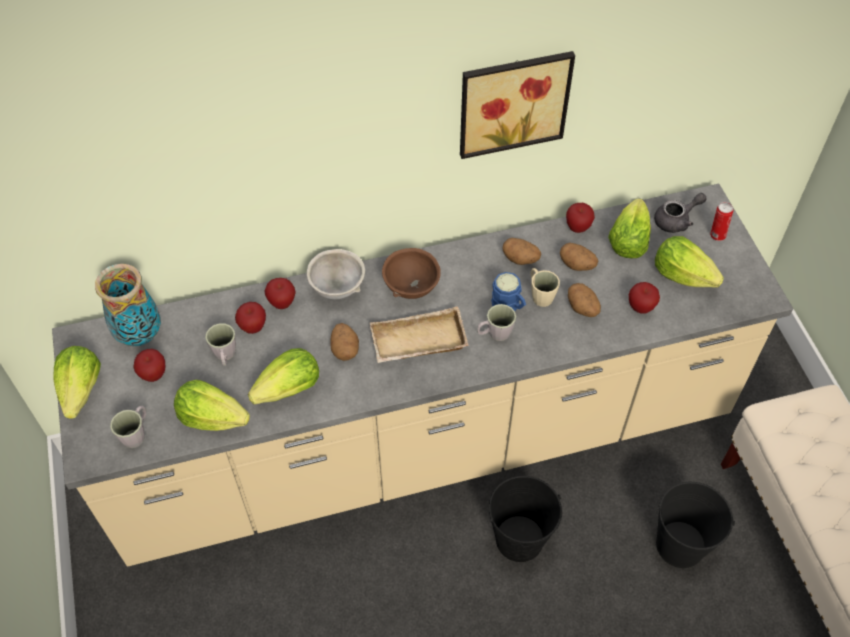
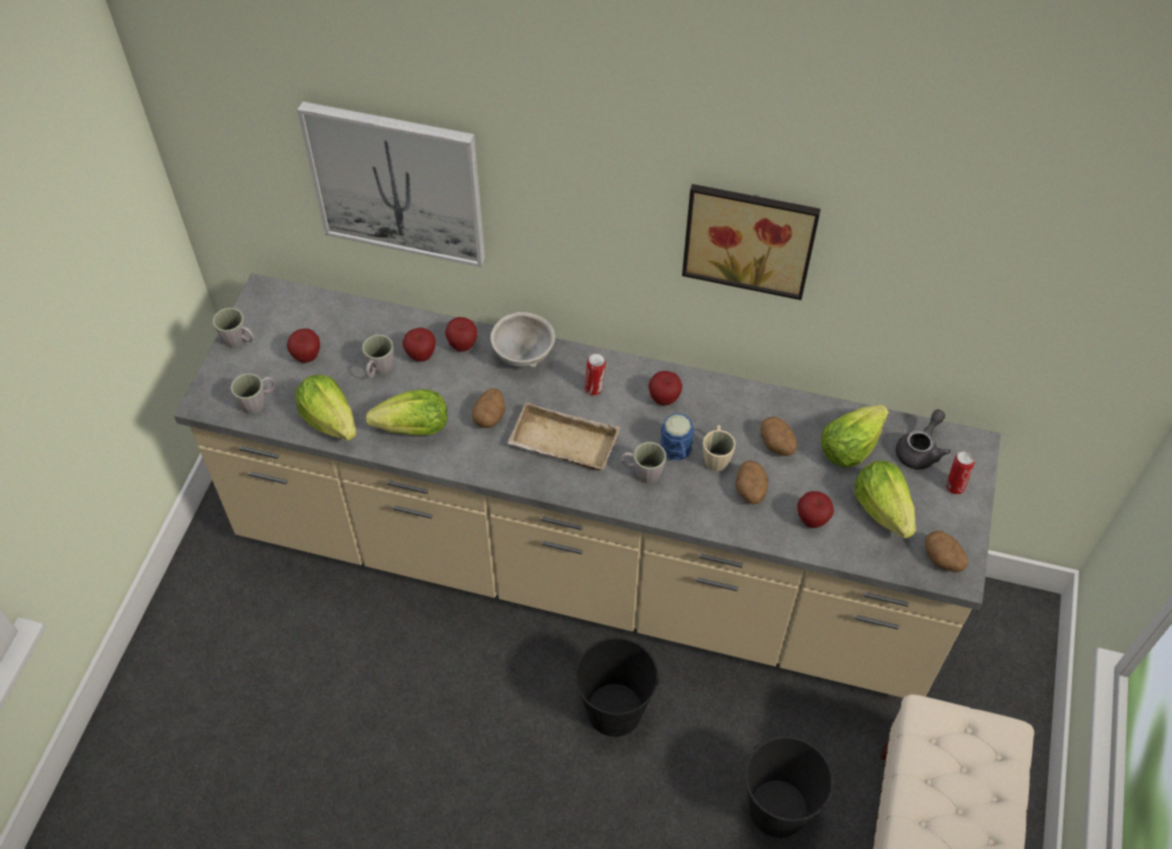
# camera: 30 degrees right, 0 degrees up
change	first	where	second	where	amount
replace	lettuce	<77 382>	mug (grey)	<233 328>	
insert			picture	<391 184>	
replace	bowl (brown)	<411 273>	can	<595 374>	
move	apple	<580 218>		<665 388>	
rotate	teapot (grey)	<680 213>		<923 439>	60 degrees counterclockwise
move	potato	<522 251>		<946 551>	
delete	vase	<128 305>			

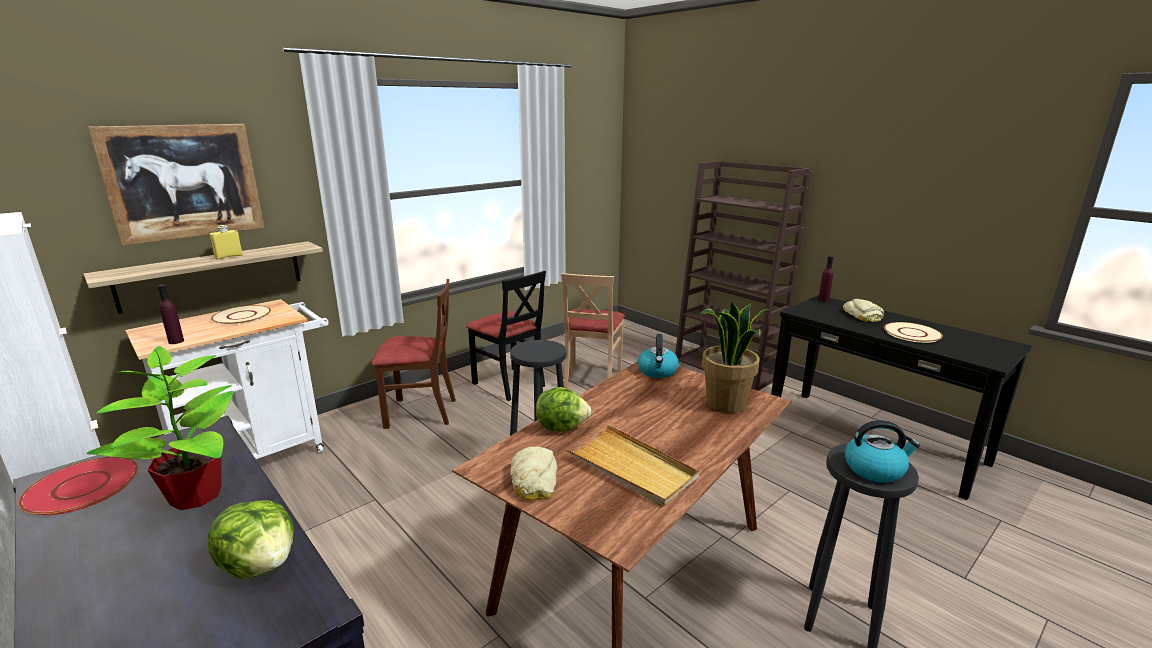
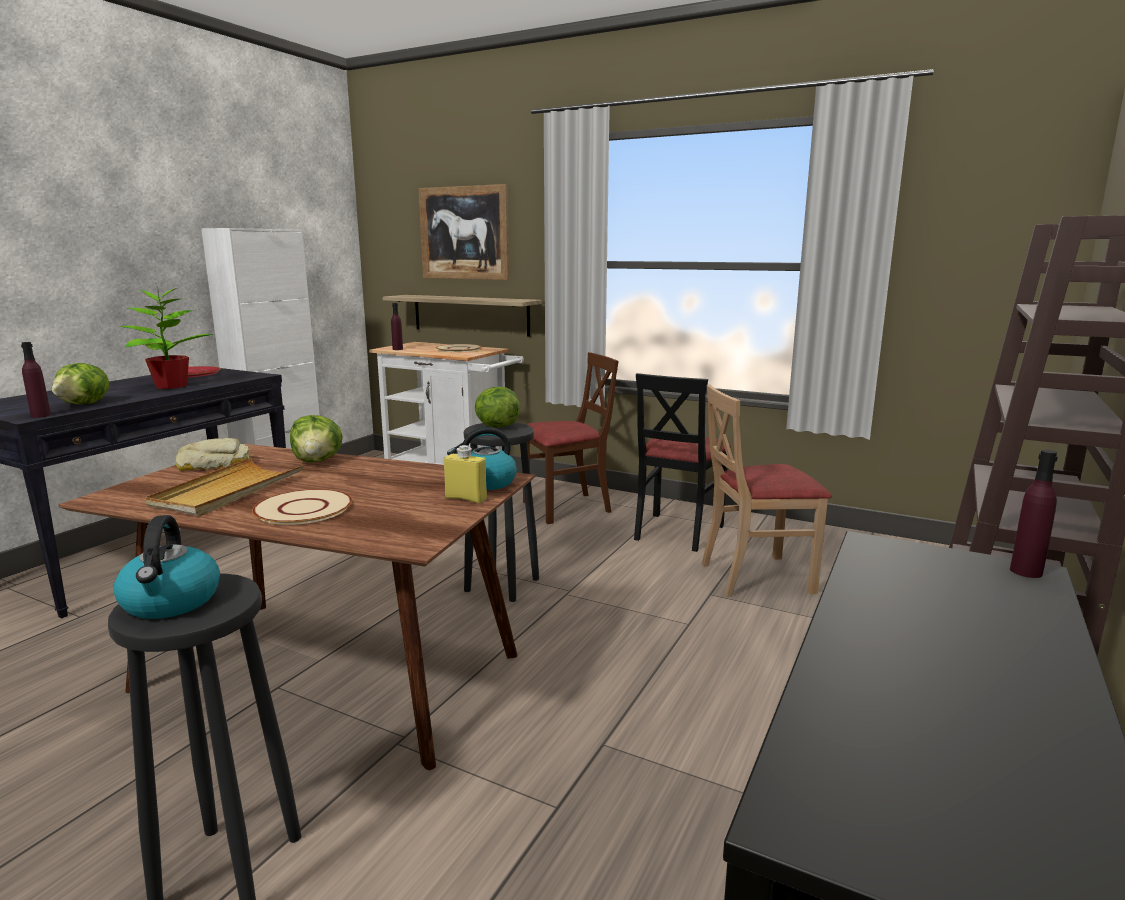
# camera: 70 degrees right, 5 degrees down
change	first	where	second	where	amount
insert			bottle (purple)	<36 380>	
move	plate (beige)	<913 332>		<302 507>	
move	bottle (yellow)	<226 242>		<465 474>	
insert			lettuce	<497 407>	
rotate	chair (brown)	<414 354>		<570 438>	90 degrees counterclockwise
delete	potted plant	<734 357>			
delete	bread	<863 310>			

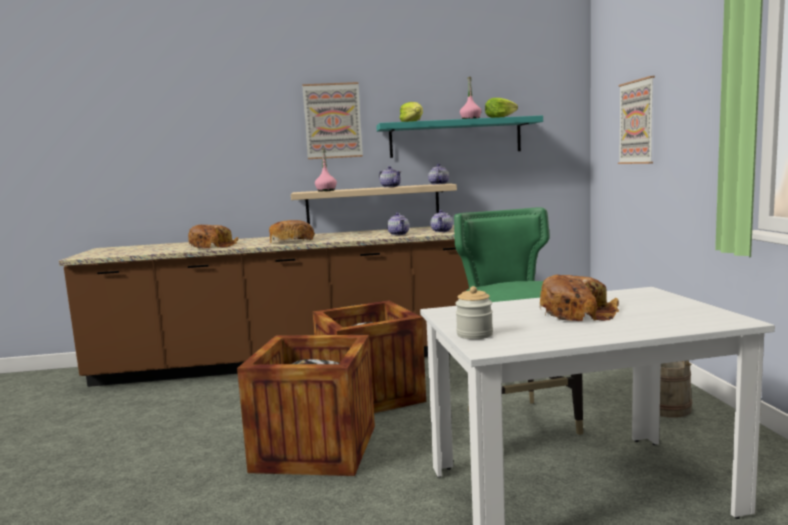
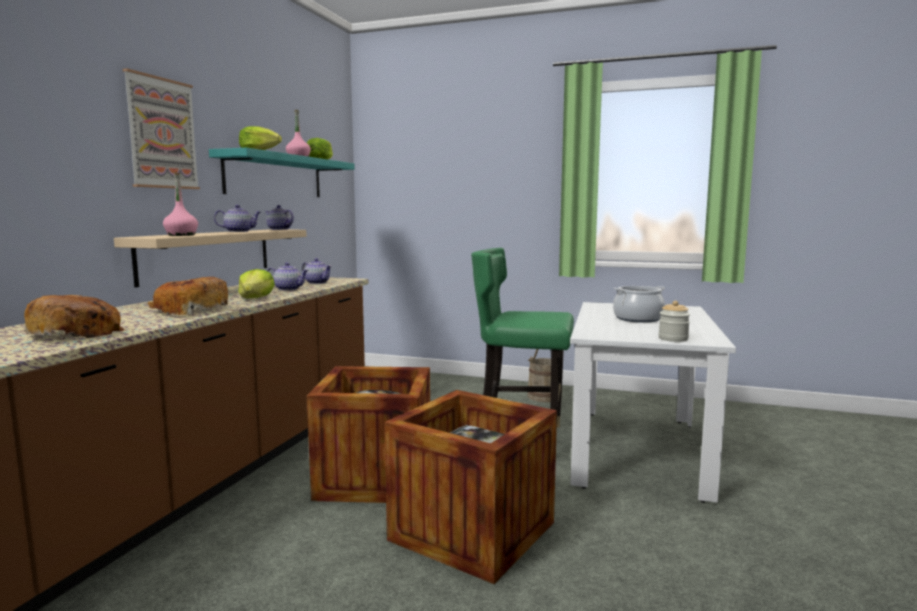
# camera: 65 degrees left, 0 degrees up
change	first	where	second	where	amount
insert			lettuce	<256 284>	
replace	bread	<579 298>	cooking pot	<639 304>	
delete	picture	<636 120>			

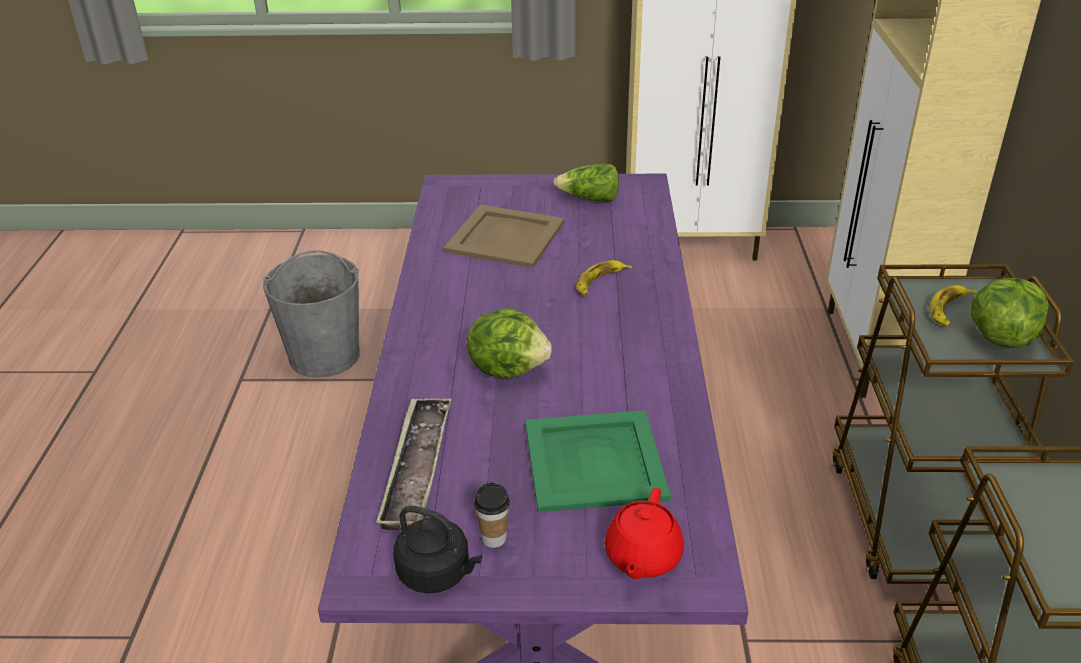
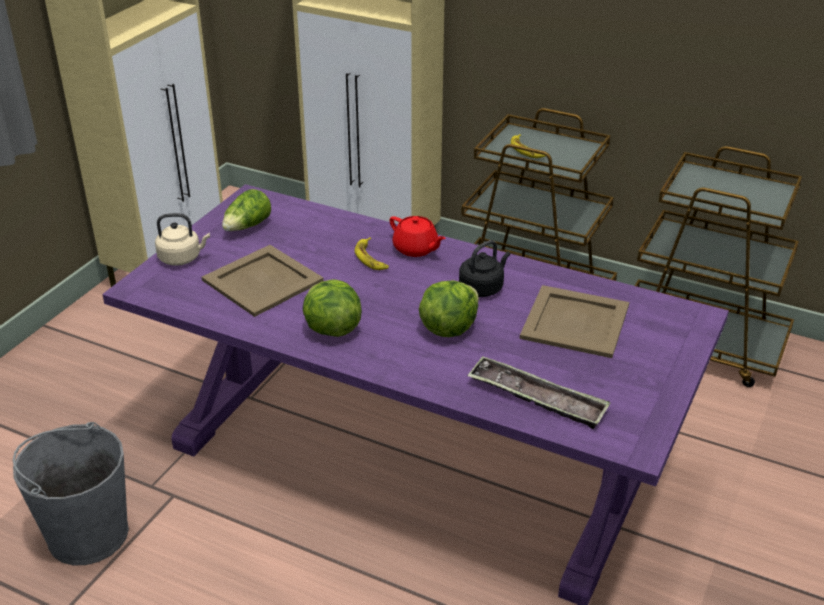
# camera: 65 degrees left, 0 degrees up
change	first	where	second	where	amount
insert			kettle (beige)	<182 239>	
move	lettuce	<1010 313>		<332 308>	
move	teapot (red)	<644 533>		<417 236>	
move	kettle (black)	<438 549>		<484 268>	
recolor	tray (green)	<598 461>	tray (beige)	<574 321>	
delete	cup	<492 515>			

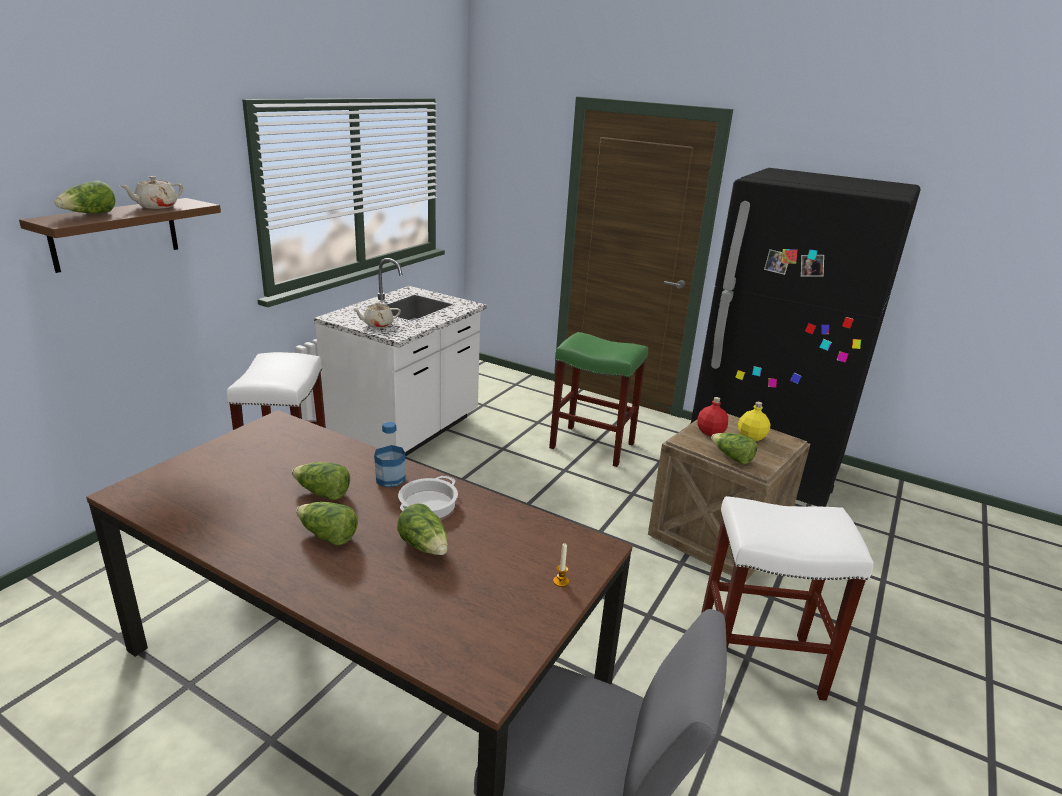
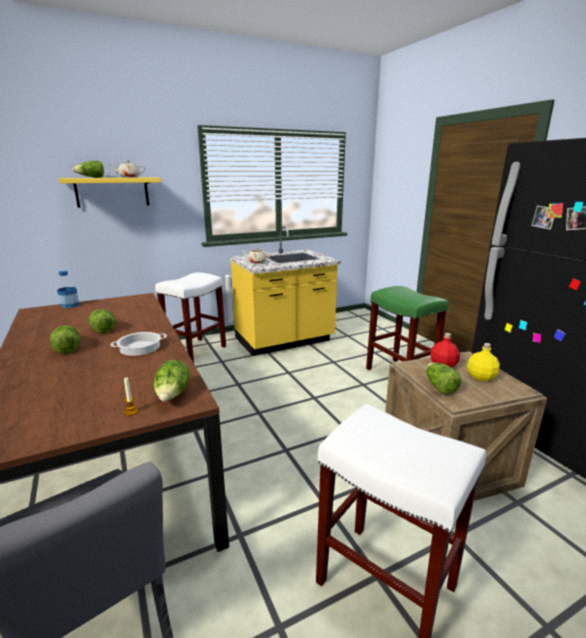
# camera: 35 degrees right, 5 degrees down
change	first	where	second	where	amount
move	bottle	<389 454>		<68 289>	
recolor	shelf (brown)	<120 235>	shelf (yellow)	<110 193>	
move	lettuce	<422 529>		<171 381>	
recolor	counter (white)	<400 357>	counter (yellow)	<285 291>	

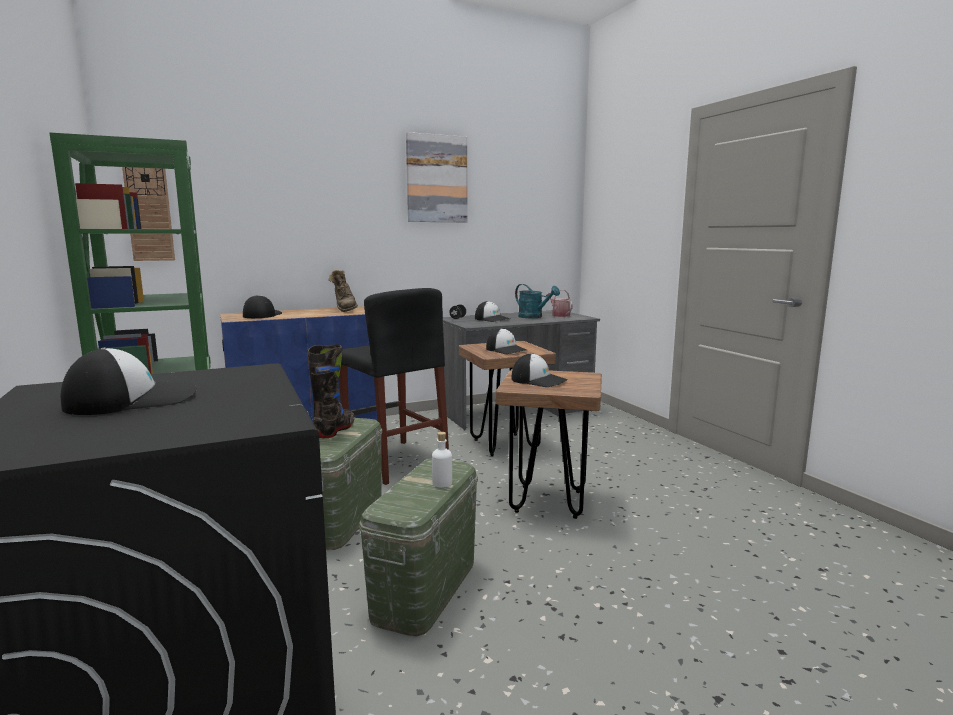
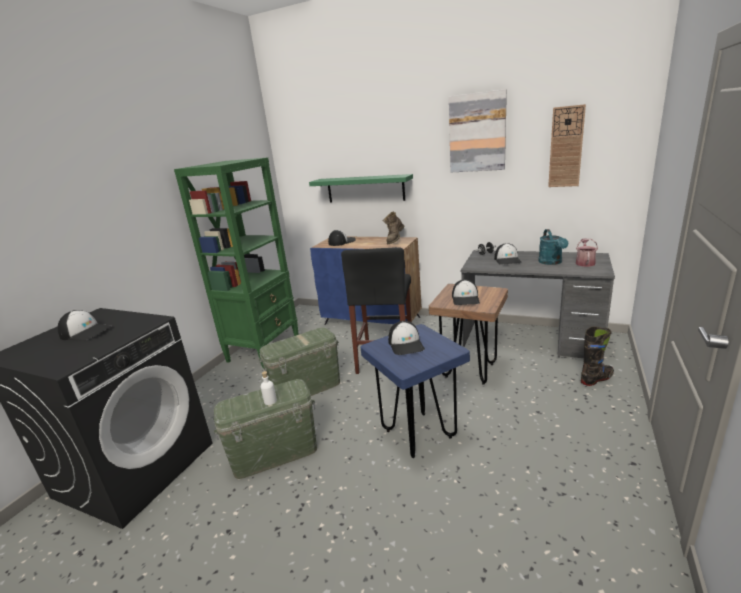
# camera: 50 degrees right, 10 degrees up
change	first	where	second	where	amount
insert			shelf (green)	<361 188>	
recolor	stool (brown)	<549 444>	stool (blue)	<415 391>	
move	wall clock	<148 214>		<567 145>	
move	boot (black)	<331 391>		<597 356>	

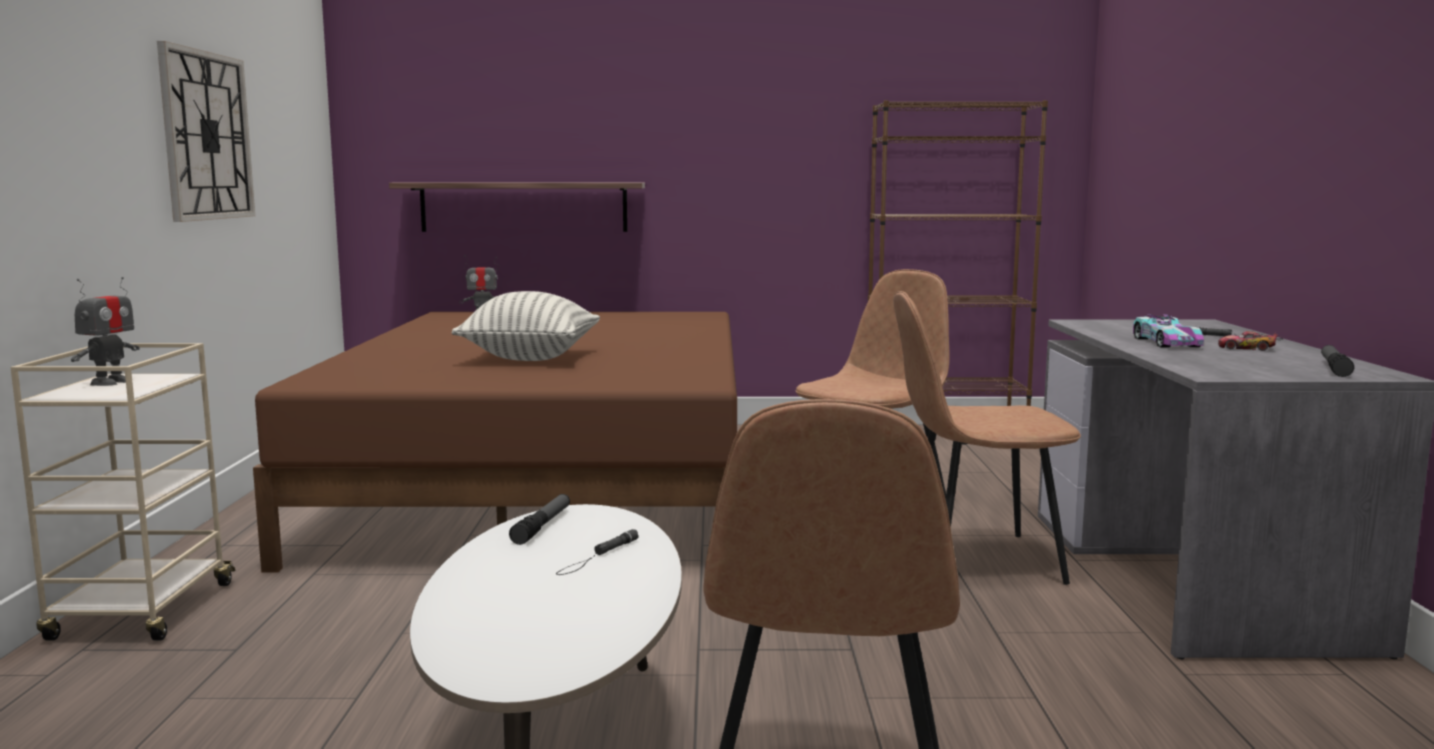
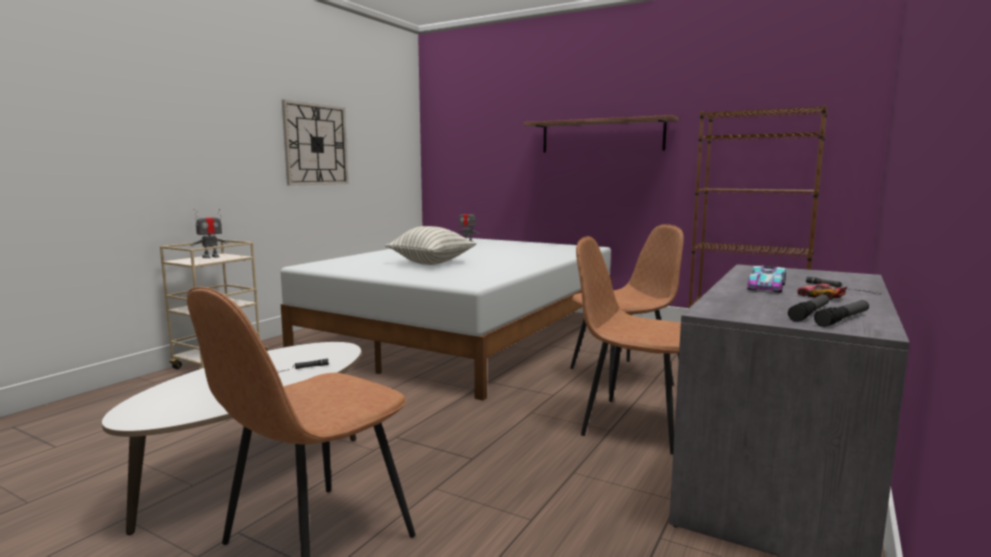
# camera: 30 degrees right, 0 degrees up
change	first	where	second	where	amount
recolor	bed (brown)	<495 442>	bed (white)	<446 319>	
move	shelf	<517 207>		<601 134>	
move	flashlight	<539 519>		<808 308>	

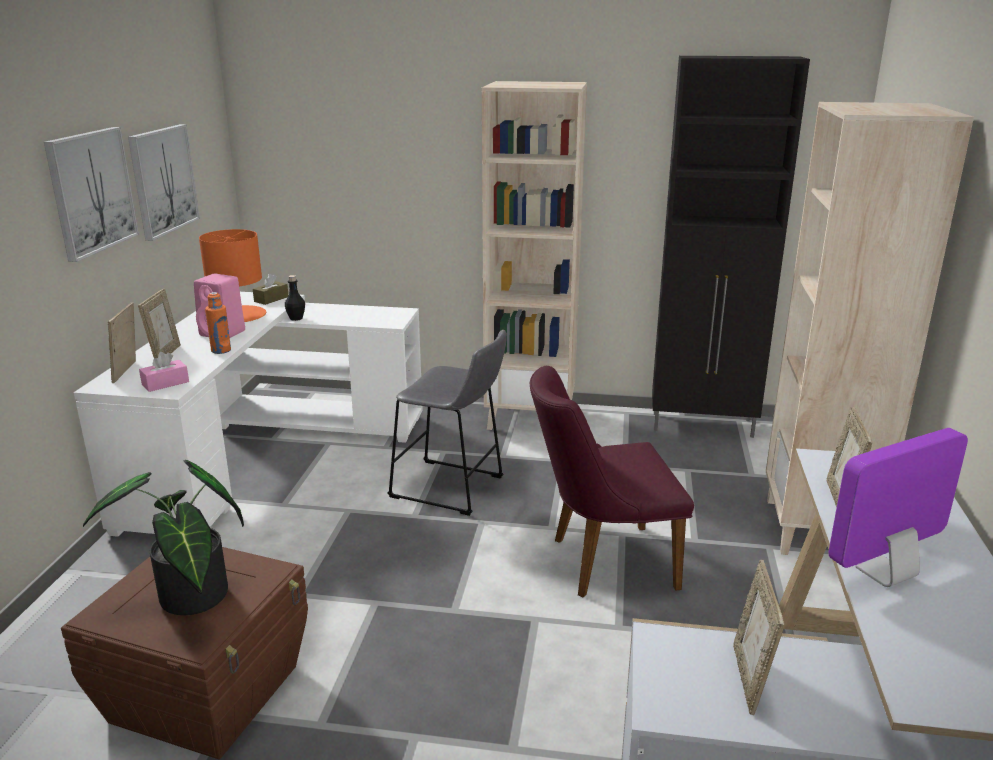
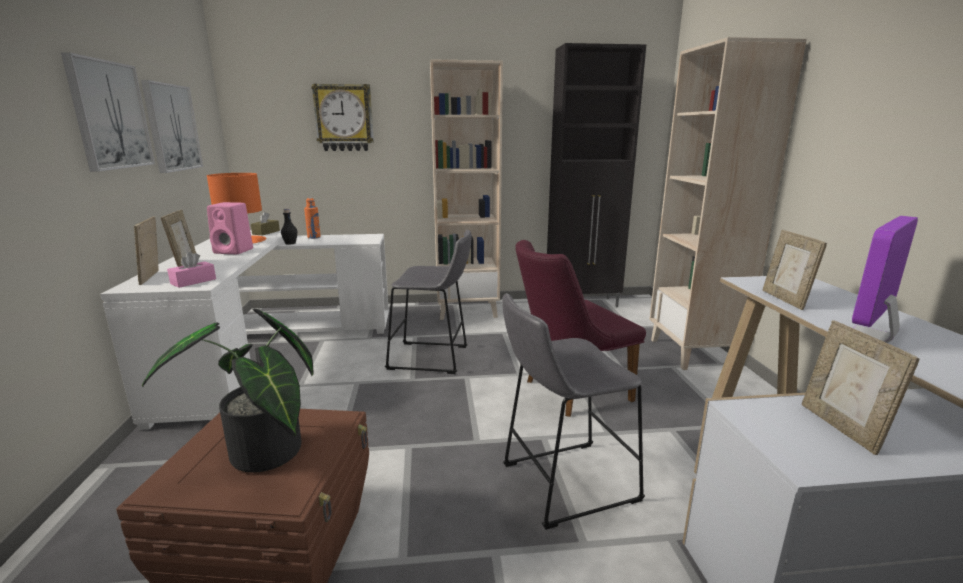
# camera: 15 degrees left, 5 degrees down
change	first	where	second	where	amount
move	bottle (orange)	<218 323>		<312 218>	
insert			wall clock	<342 117>	
insert			stool (grey)	<573 412>	

